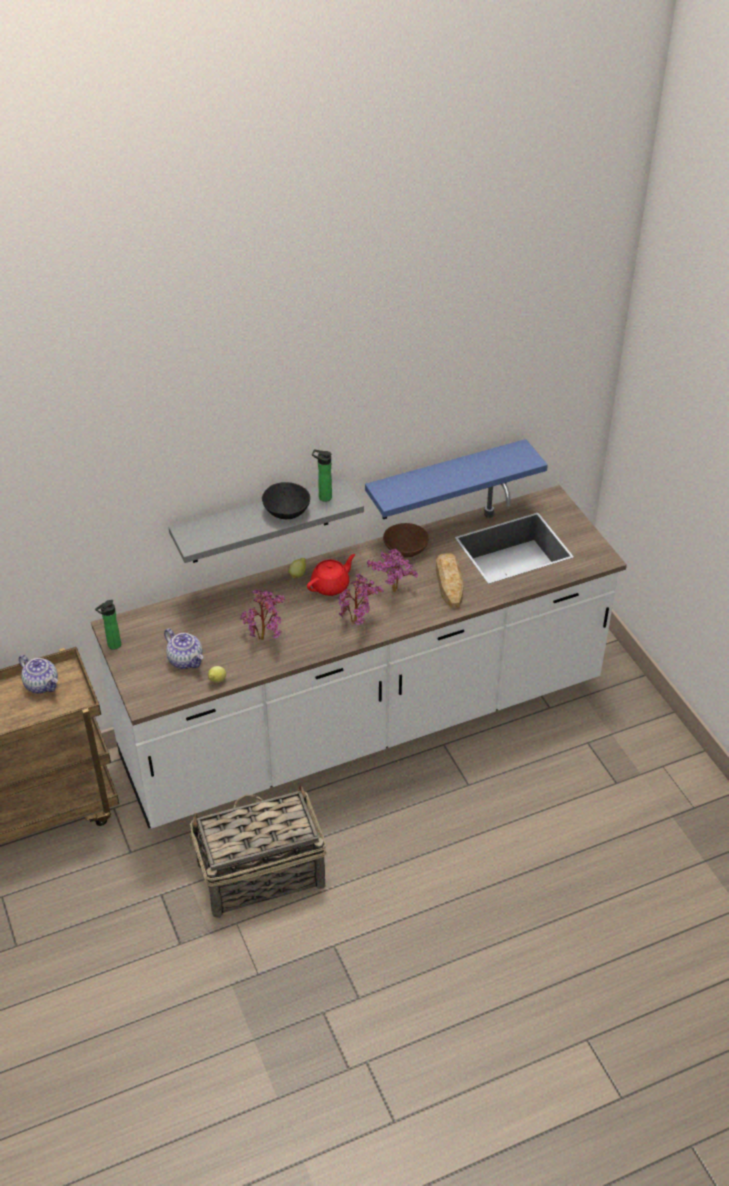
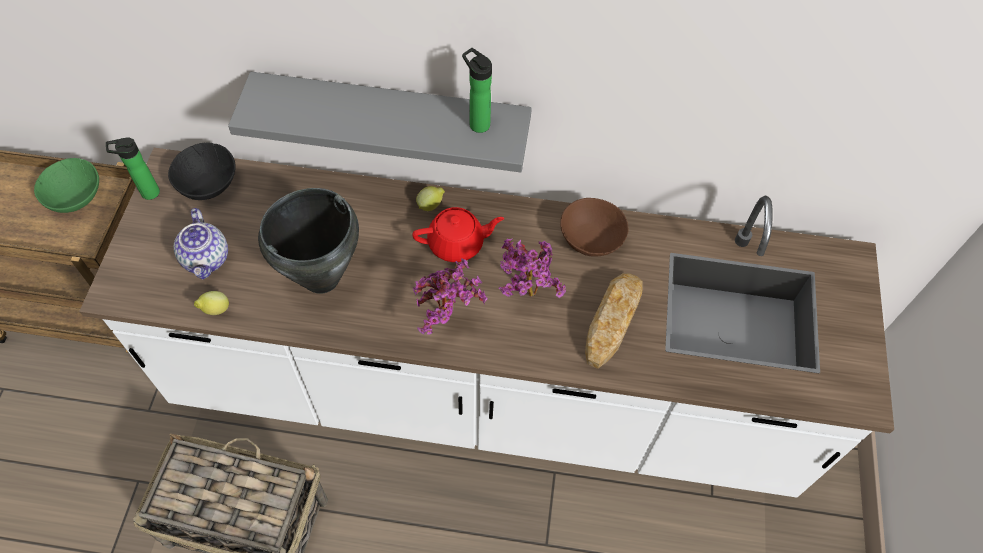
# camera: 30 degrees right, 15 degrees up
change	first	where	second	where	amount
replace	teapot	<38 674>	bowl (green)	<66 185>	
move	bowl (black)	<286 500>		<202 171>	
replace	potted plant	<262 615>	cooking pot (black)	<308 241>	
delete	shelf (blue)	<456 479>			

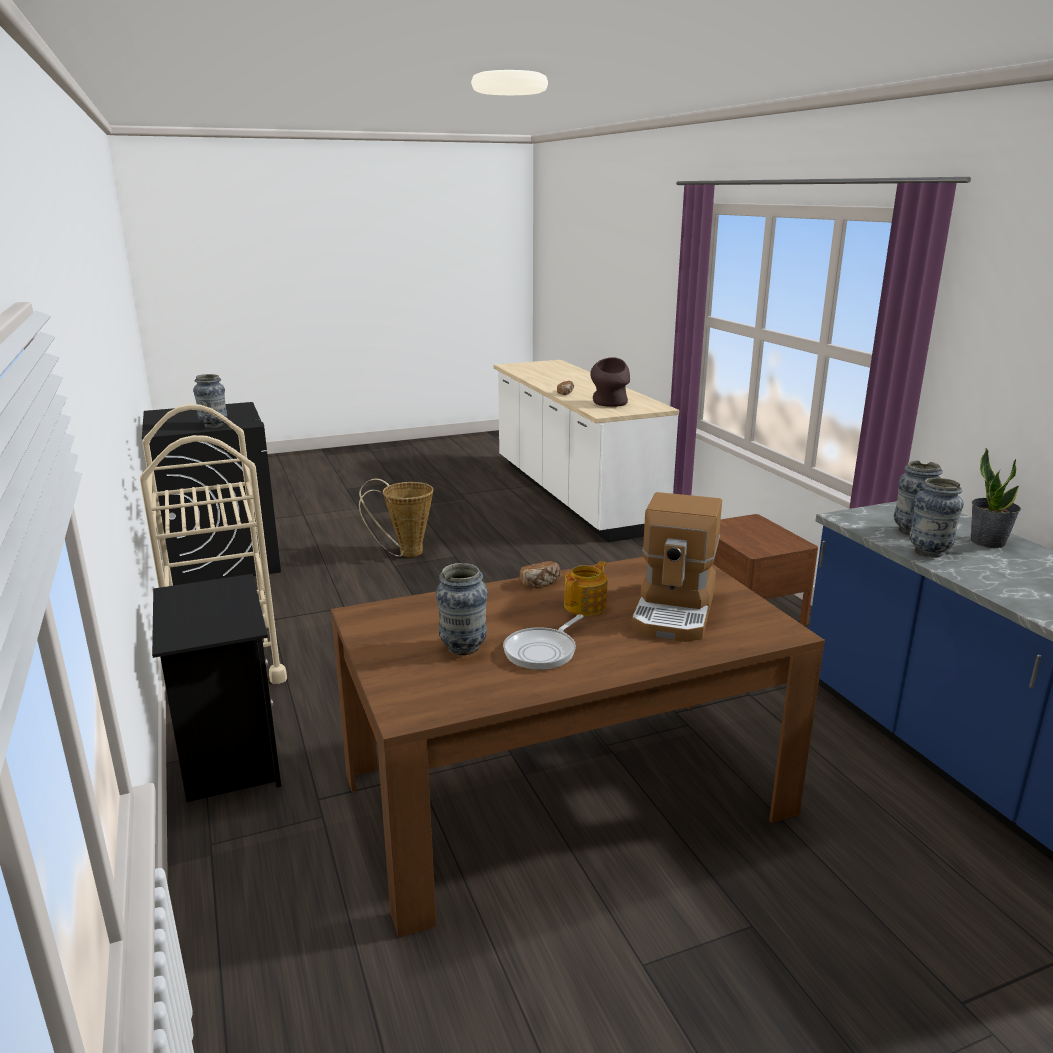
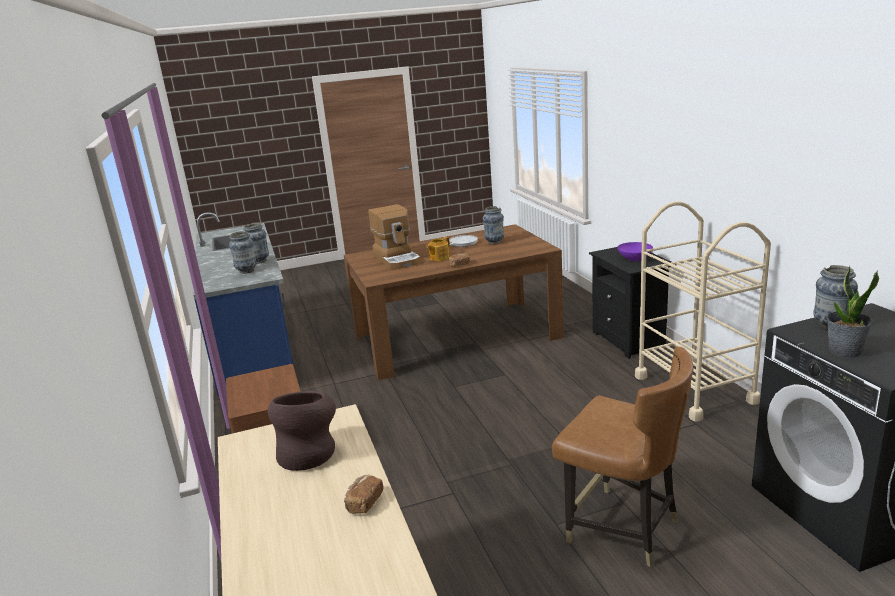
# camera: 175 degrees left, 0 degrees up
change	first	where	second	where	amount
rotate	coffee machine	<676 567>		<394 236>	135 degrees clockwise
replace	basket	<396 518>	chair (brown)	<622 457>	
insert			bowl (purple)	<635 251>	
move	potted plant	<996 498>		<853 312>	

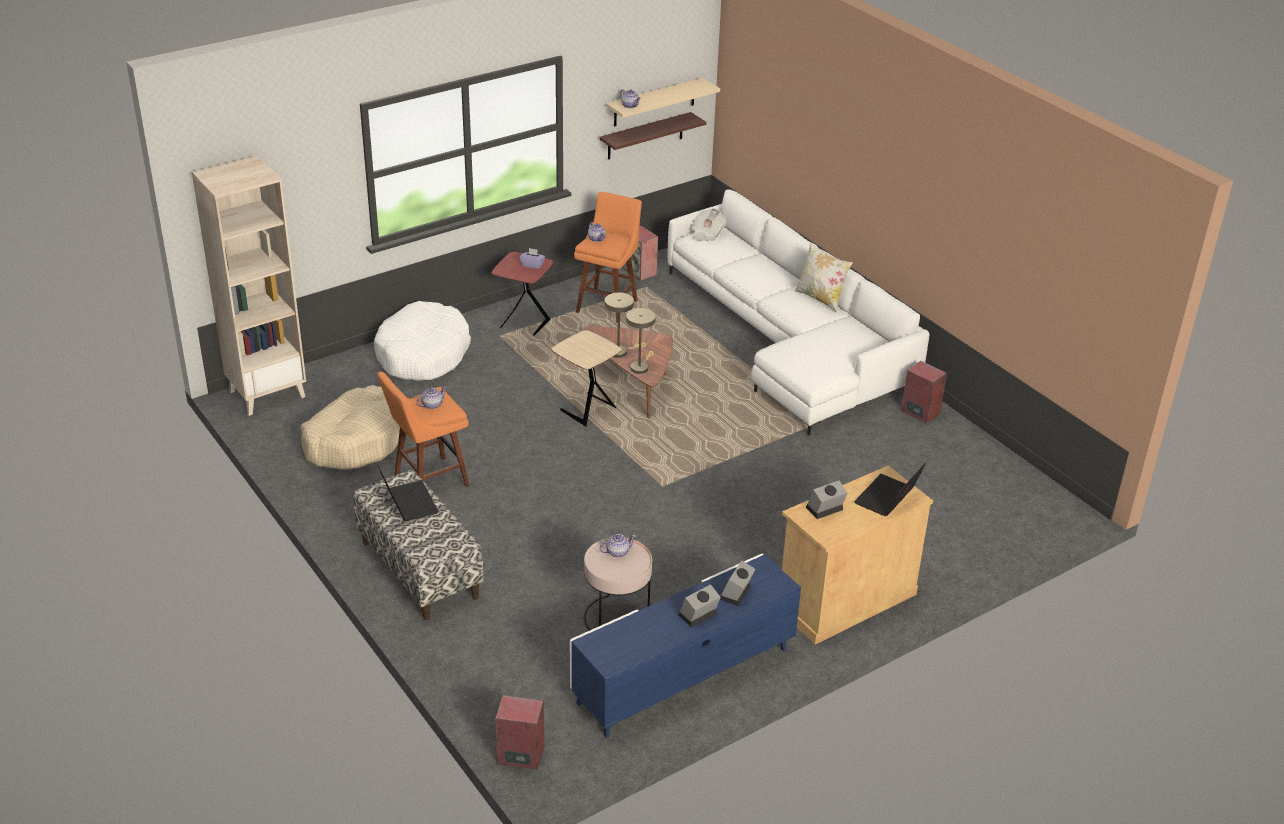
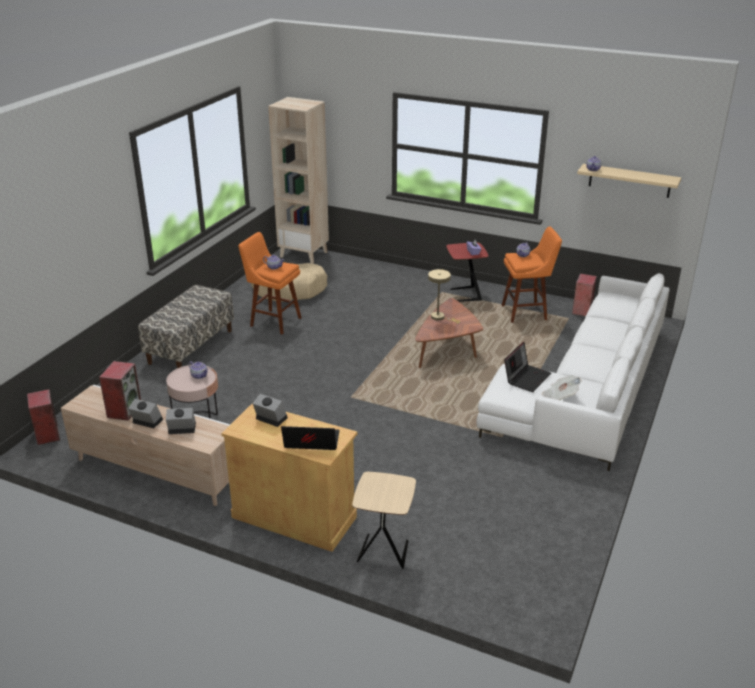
# camera: 60 degrees right, 5 degrees down
change	first	where	second	where	amount
recolor	tv stand (blue)	<685 646>	tv stand (beige)	<145 445>	
move	speaker	<924 392>		<120 391>	
move	side table (beige)	<586 378>		<384 520>	
move	laptop	<408 492>		<527 367>	
move	newspaper	<709 224>		<562 387>	
delete	dog bed (white)	<422 341>			
delete	shelf	<653 136>			
delete	table lamp (beige)	<641 341>			
delete	pillow	<824 277>			

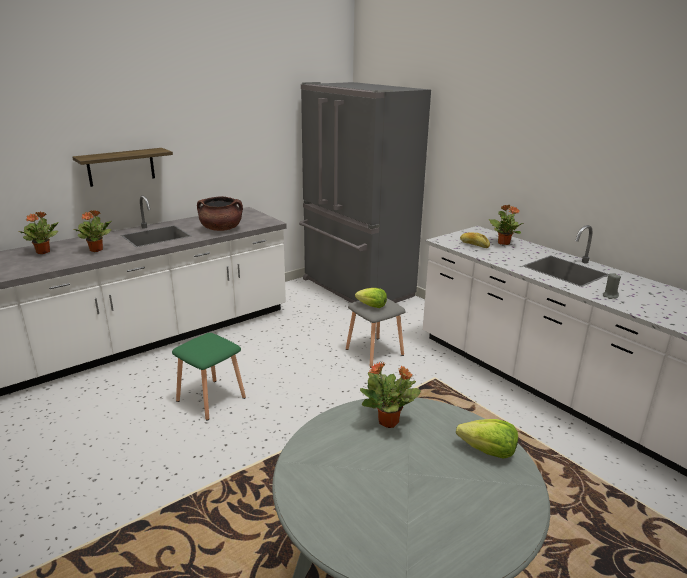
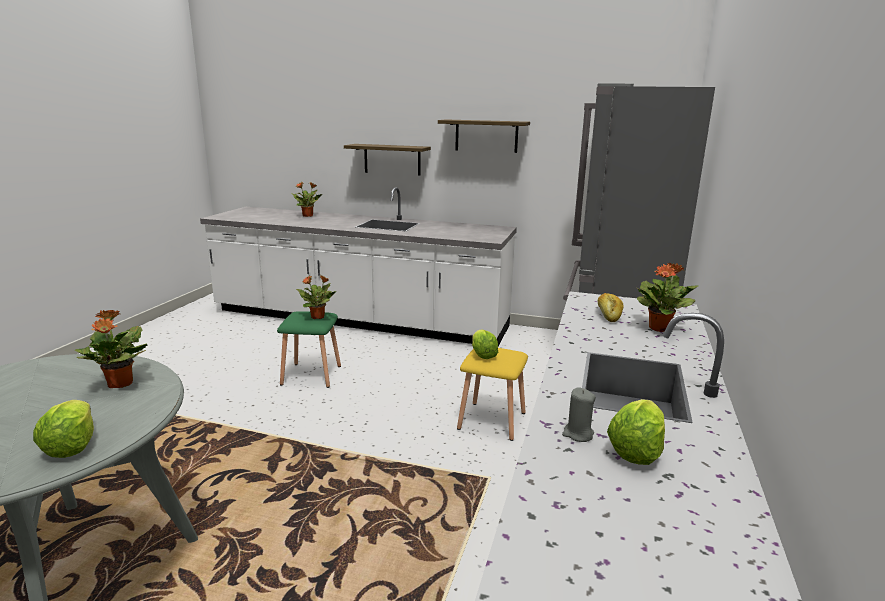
# camera: 55 degrees right, 5 degrees down
change	first	where	second	where	amount
move	potted plant	<93 231>		<316 297>	
insert			shelf	<484 136>	
recolor	stool (grey)	<376 333>	stool (yellow)	<492 394>	
insert			lettuce	<636 432>	
delete	cooking pot (brown)	<220 213>			

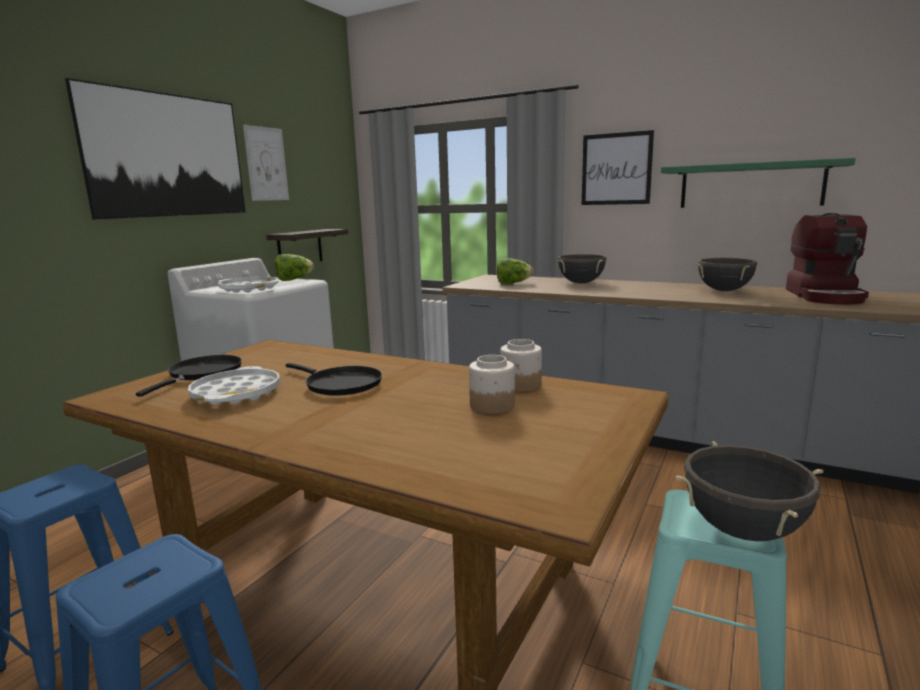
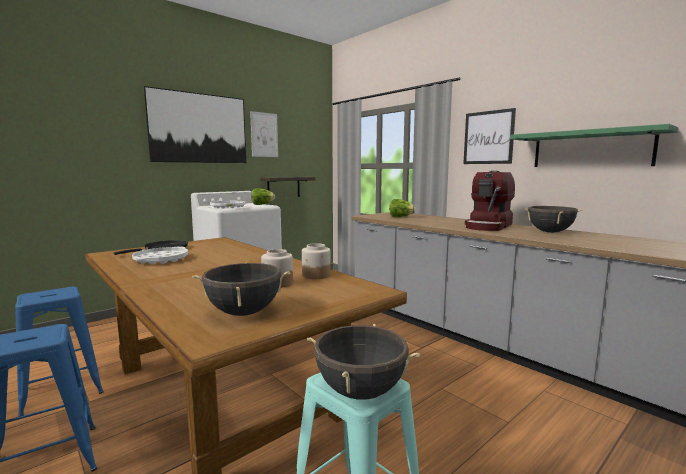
# camera: 20 degrees right, 5 degrees down
change	first	where	second	where	amount
move	cooking pot (black)	<582 269>		<241 289>	
move	coffee machine	<827 259>		<490 201>	
delete	frying pan (black)	<334 379>			

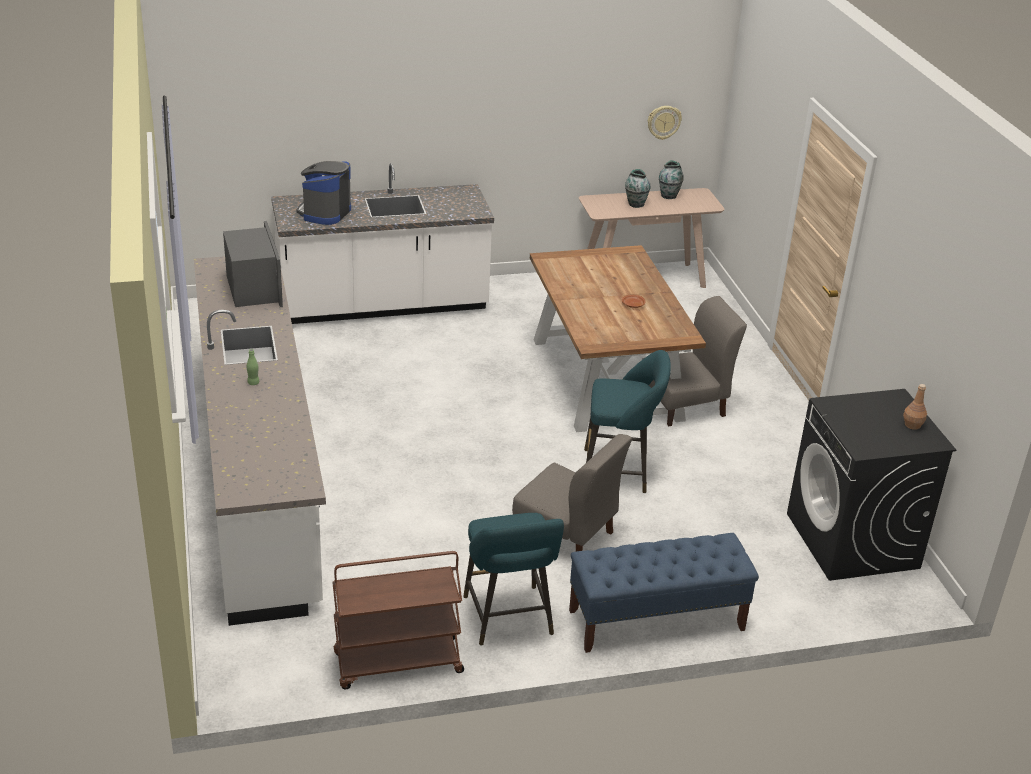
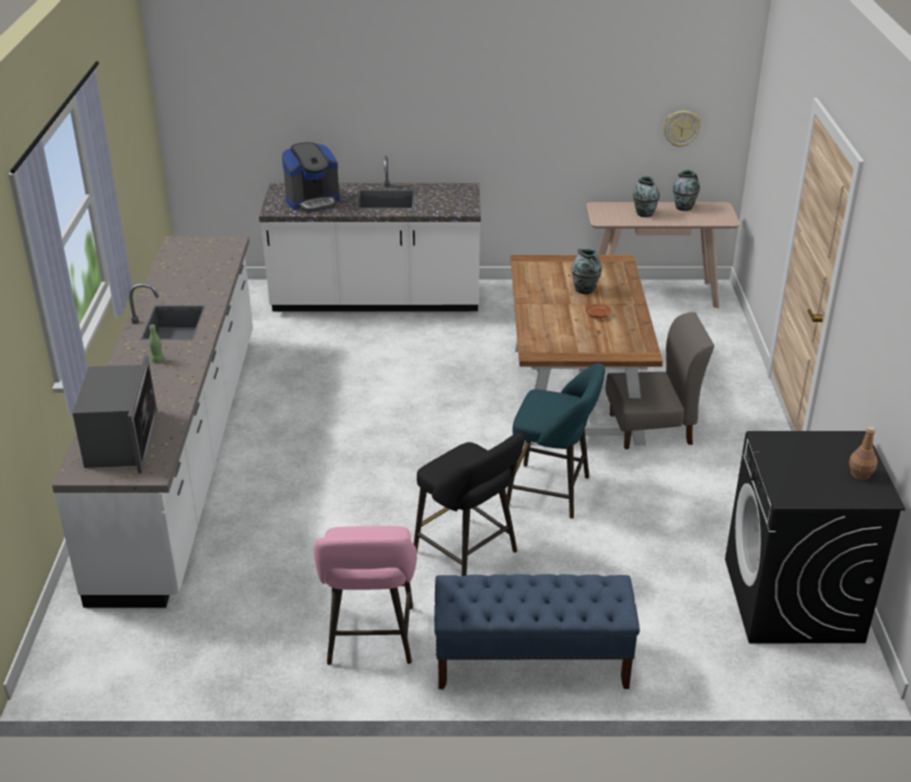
# camera: 15 degrees right, 0 degrees up
change	first	where	second	where	amount
move	microwave	<253 264>		<114 415>	
rotate	coffee machine	<323 193>		<311 177>	150 degrees counterclockwise
recolor	stool (turquoise)	<513 579>	stool (pink)	<365 595>	
replace	chair (grey)	<572 493>	stool (black)	<469 504>	
insert			vase	<586 271>	
delete	cart (brown)	<398 620>			

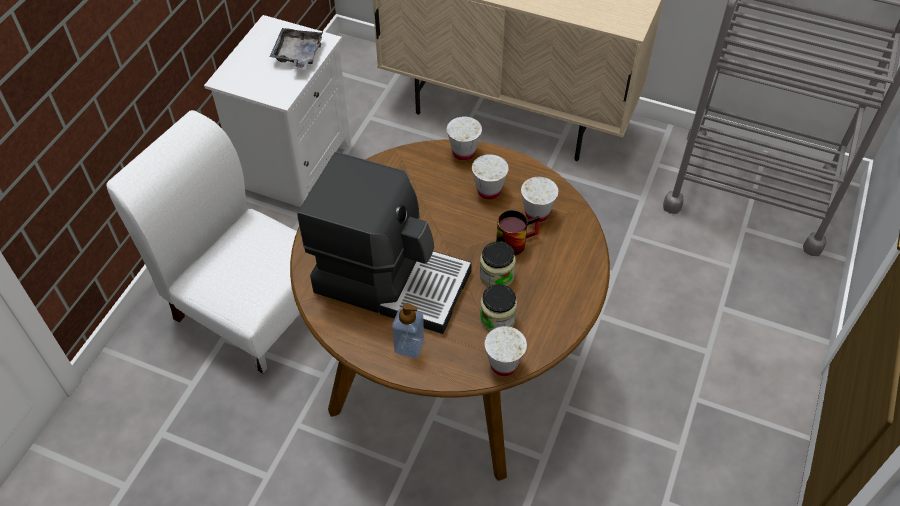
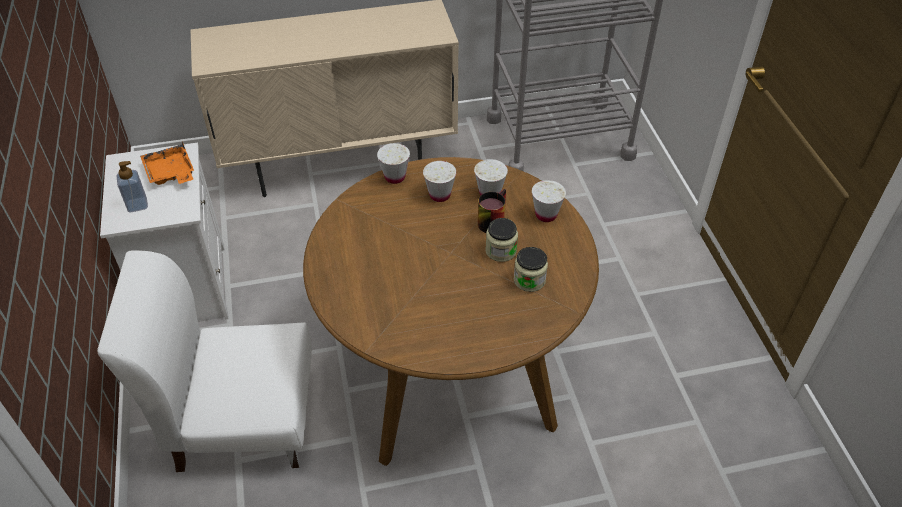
# camera: 35 degrees left, 5 degrees down
change	first	where	second	where	amount
move	soap dispenser	<408 330>		<132 187>	
recolor	tray (grey)	<296 49>	tray (orange)	<167 163>	
move	cup (white)	<505 351>		<549 201>	
delete	coffee machine	<384 243>			

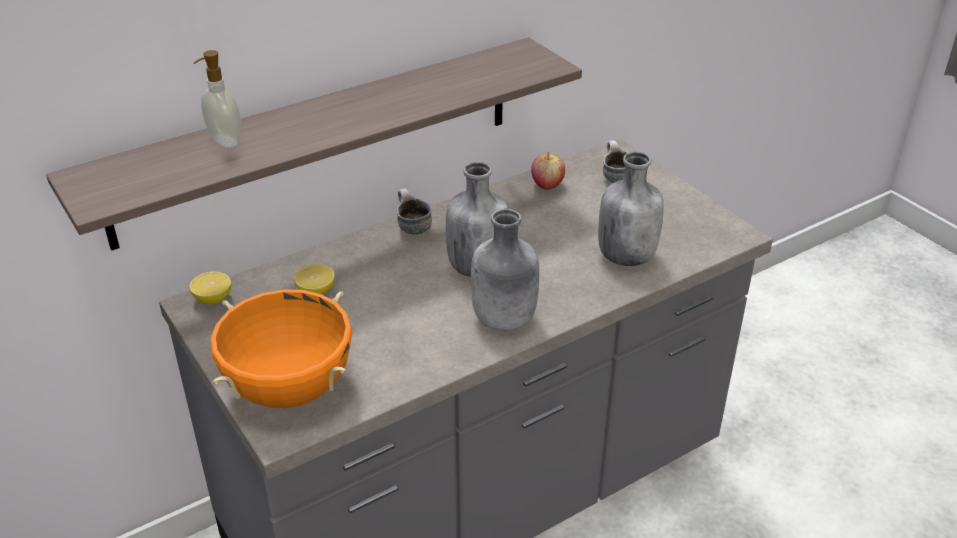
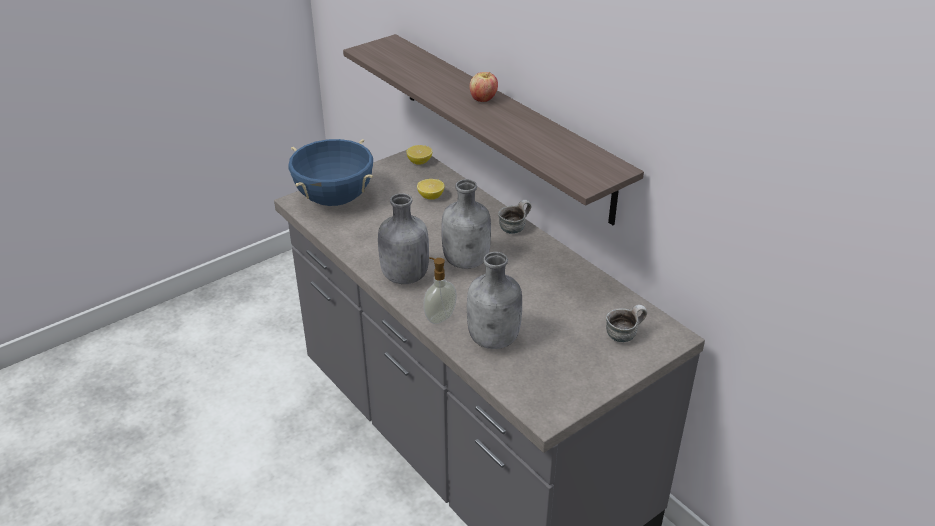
# camera: 85 degrees right, 0 degrees up
change	first	where	second	where	amount
recolor	cooking pot (orange)	<281 348>	cooking pot (blue)	<331 172>	
move	soap dispenser	<218 99>		<440 290>	
move	apple	<548 170>		<484 87>	

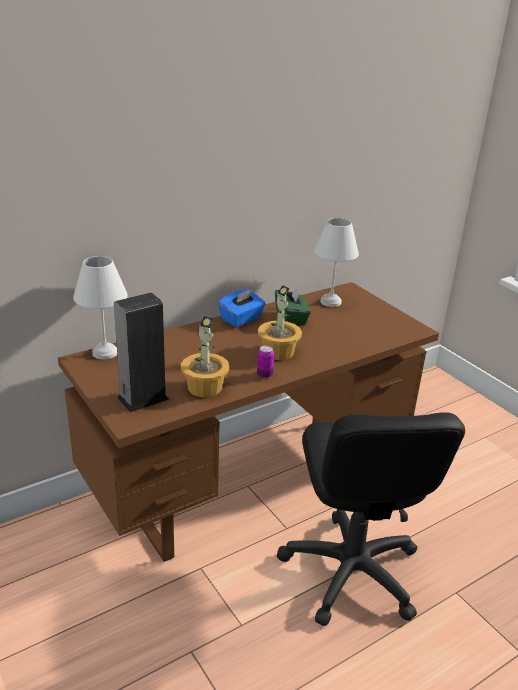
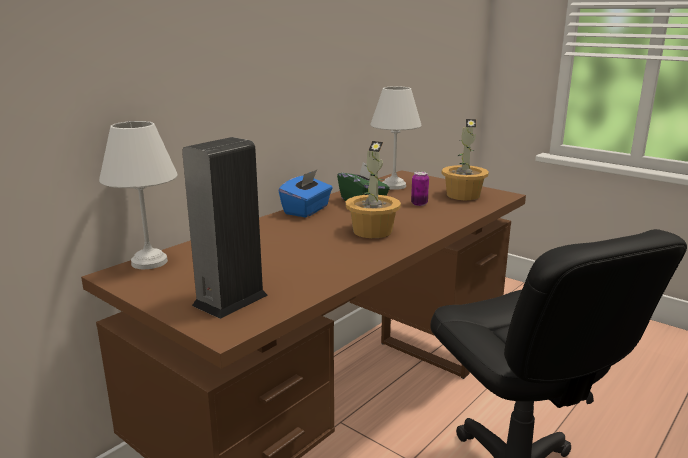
# camera: 15 degrees left, 10 degrees down
change	first	where	second	where	amount
move	can	<265 361>		<420 188>	
move	potted plant	<205 356>		<465 159>	

